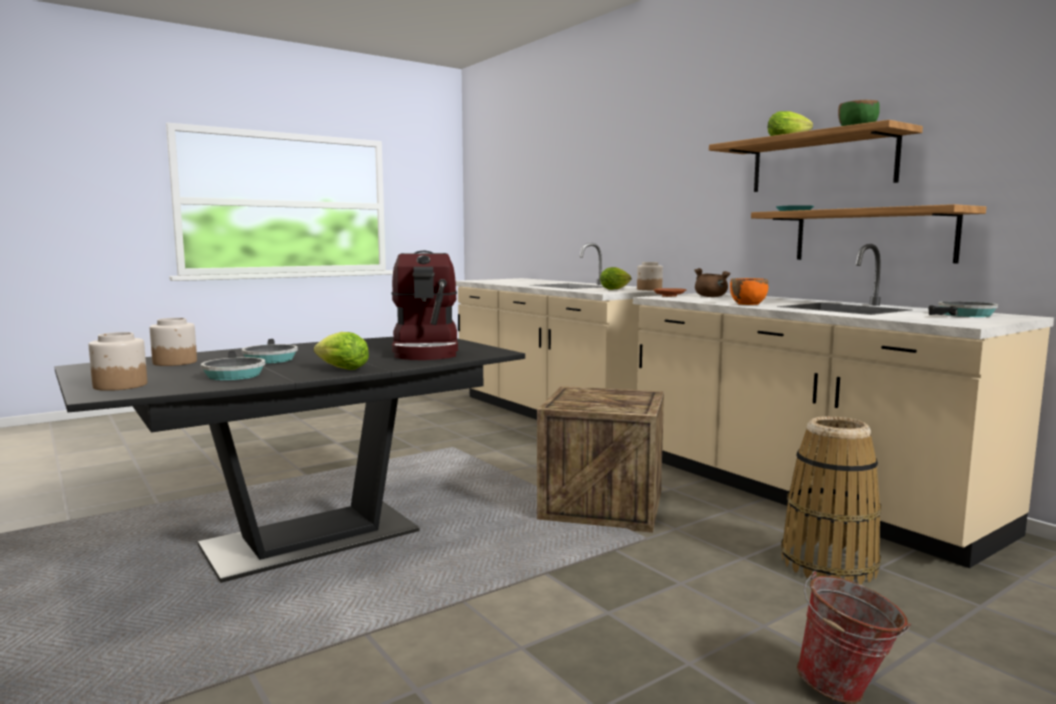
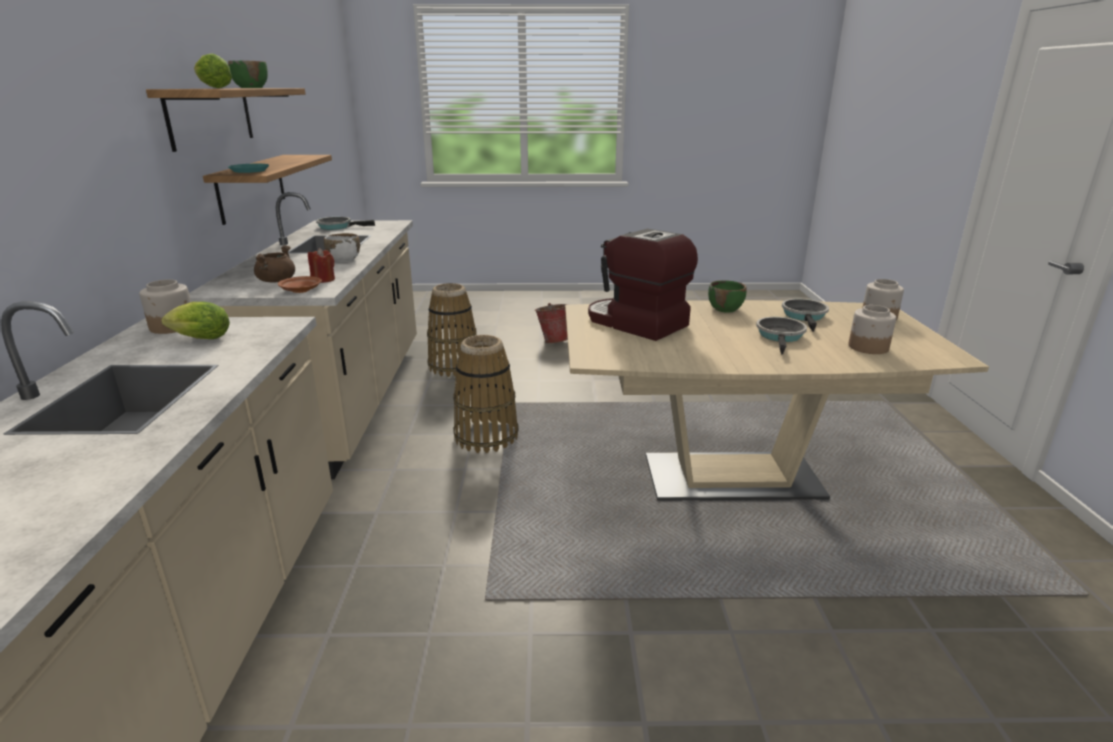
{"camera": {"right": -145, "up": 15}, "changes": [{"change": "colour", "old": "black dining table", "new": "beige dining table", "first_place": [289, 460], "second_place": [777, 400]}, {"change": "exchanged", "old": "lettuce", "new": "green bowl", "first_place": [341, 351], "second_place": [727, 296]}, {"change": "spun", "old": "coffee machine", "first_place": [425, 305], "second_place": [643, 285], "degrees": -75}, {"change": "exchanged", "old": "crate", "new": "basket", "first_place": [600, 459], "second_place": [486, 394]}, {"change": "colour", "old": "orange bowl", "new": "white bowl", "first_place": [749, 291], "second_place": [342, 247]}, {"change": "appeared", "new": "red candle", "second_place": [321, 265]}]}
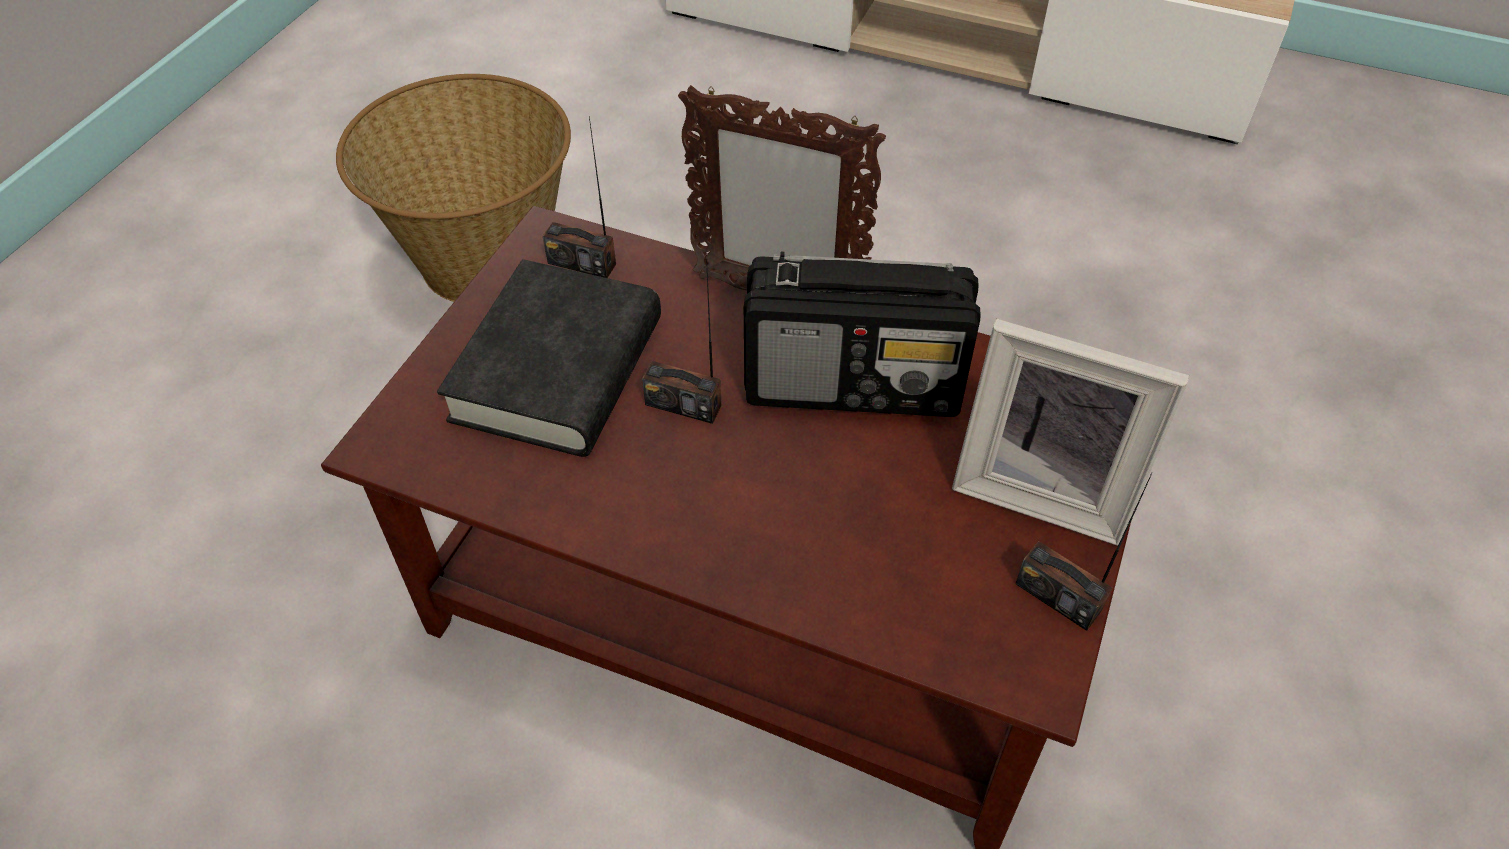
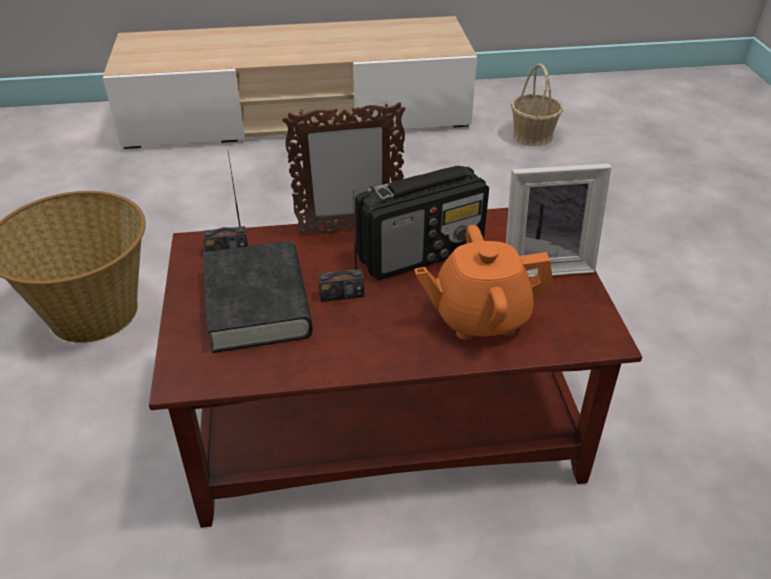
{"camera": {"right": -30, "up": -10}, "changes": [{"change": "missing", "old": "radio", "first_place": [1083, 552]}, {"change": "appeared", "new": "orange teapot", "second_place": [484, 282]}, {"change": "appeared", "new": "basket", "second_place": [537, 105]}]}
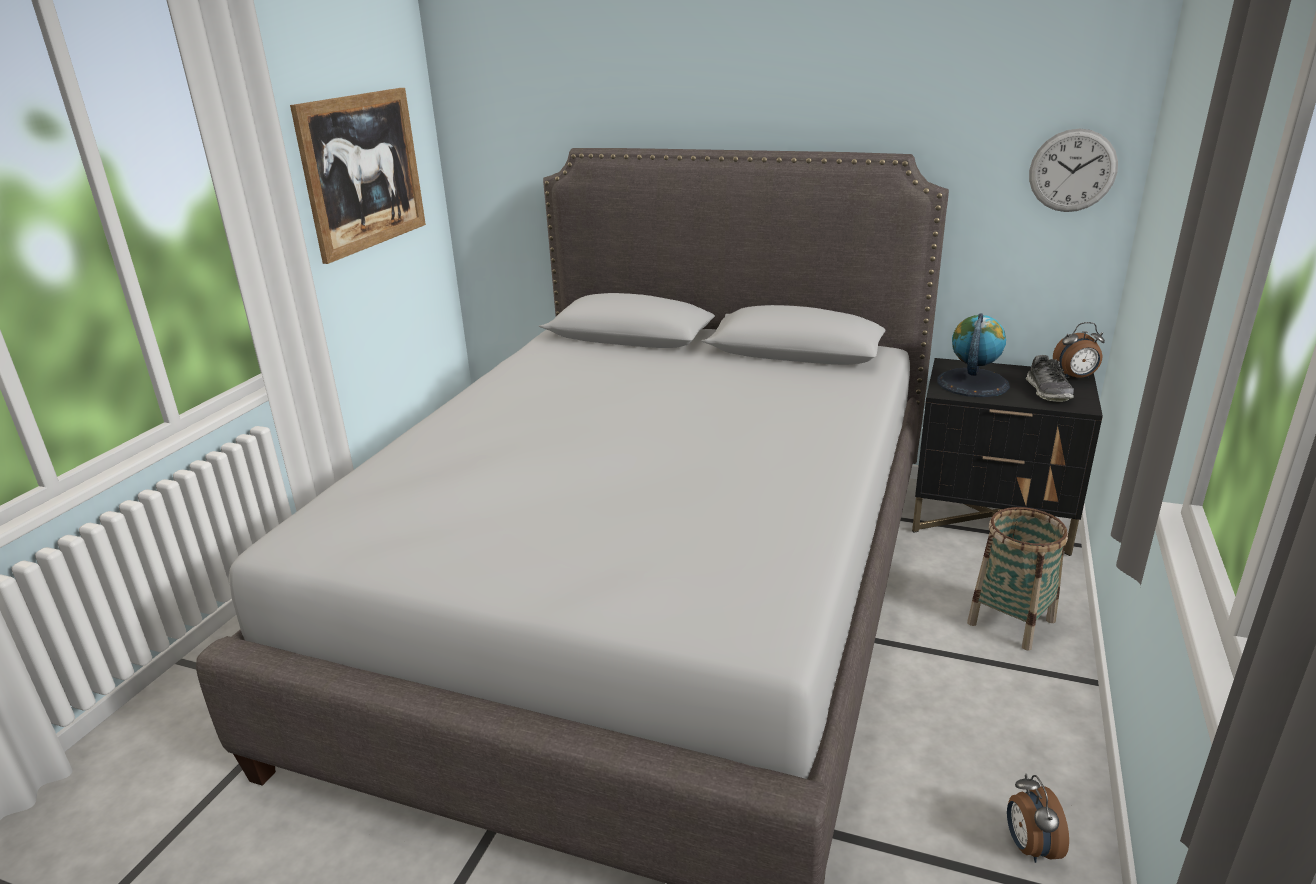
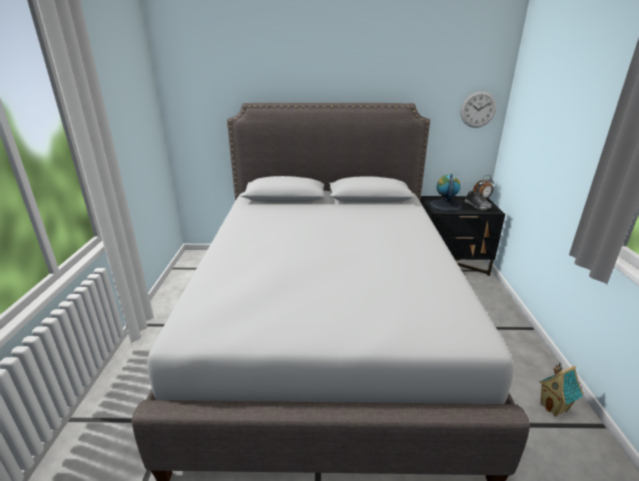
{"camera": {"right": -20, "up": 0}, "changes": [{"change": "missing", "old": "picture", "first_place": [358, 176]}, {"change": "missing", "old": "basket", "first_place": [1017, 579]}, {"change": "exchanged", "old": "alarm clock", "new": "toy house", "first_place": [1038, 818], "second_place": [561, 390]}]}
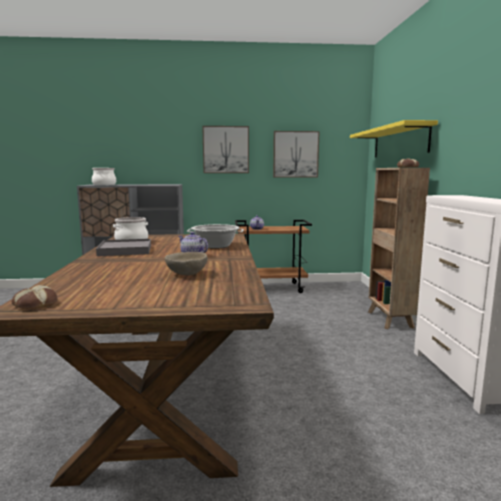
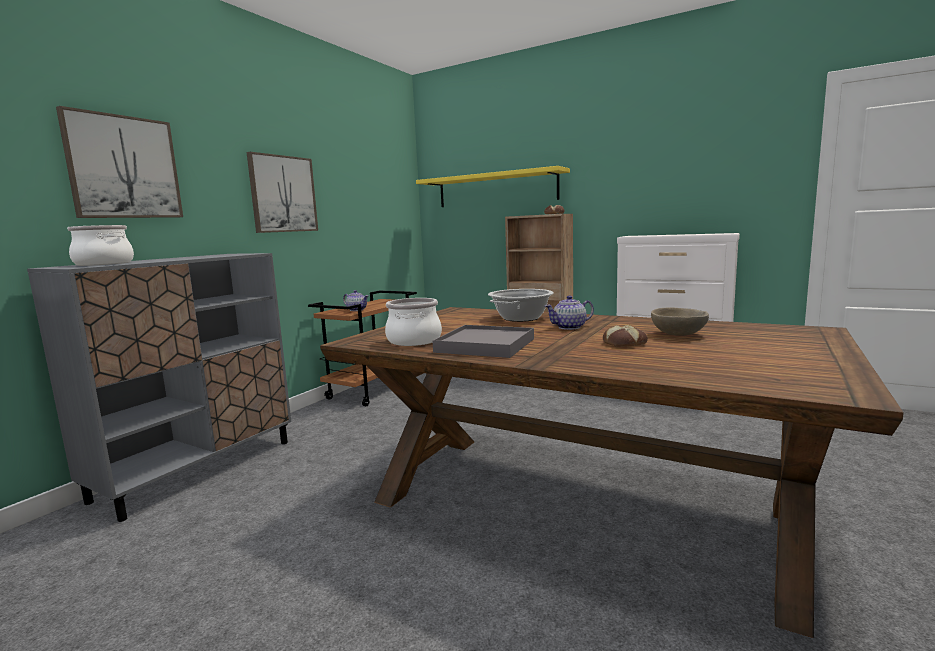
{"camera": {"right": -55, "up": 0}, "changes": [{"change": "relocated", "old": "bread", "first_place": [34, 297], "second_place": [625, 336]}, {"change": "relocated", "old": "picture", "first_place": [296, 154], "second_place": [119, 162]}]}
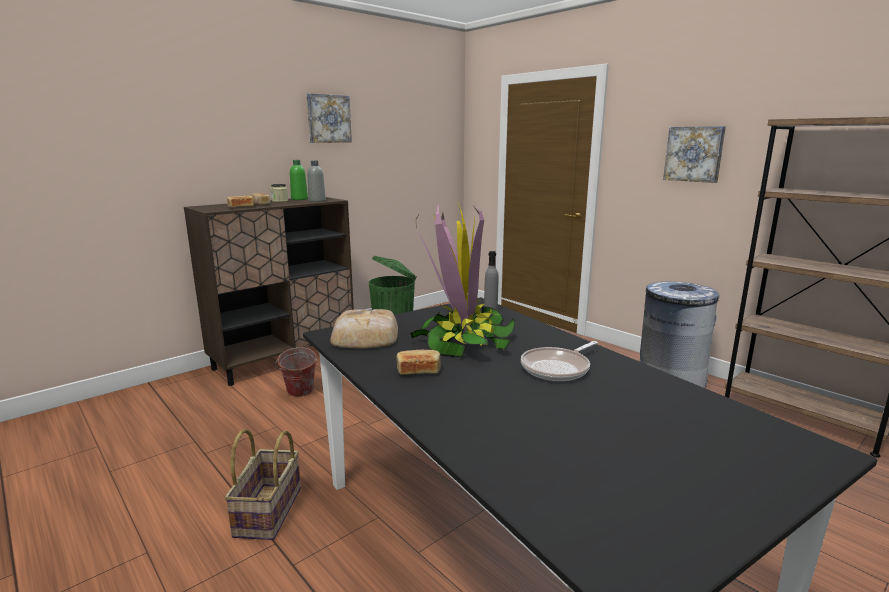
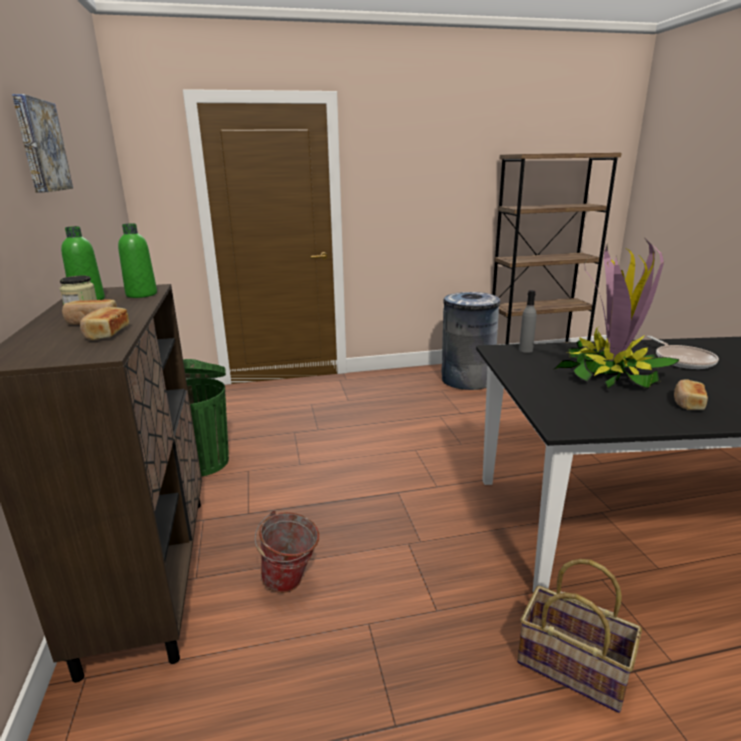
{"camera": {"right": -60, "up": 5}, "changes": [{"change": "colour", "old": "grey bottle", "new": "green bottle", "first_place": [316, 181], "second_place": [137, 260]}, {"change": "missing", "old": "bread", "first_place": [364, 329]}, {"change": "missing", "old": "picture", "first_place": [694, 154]}]}
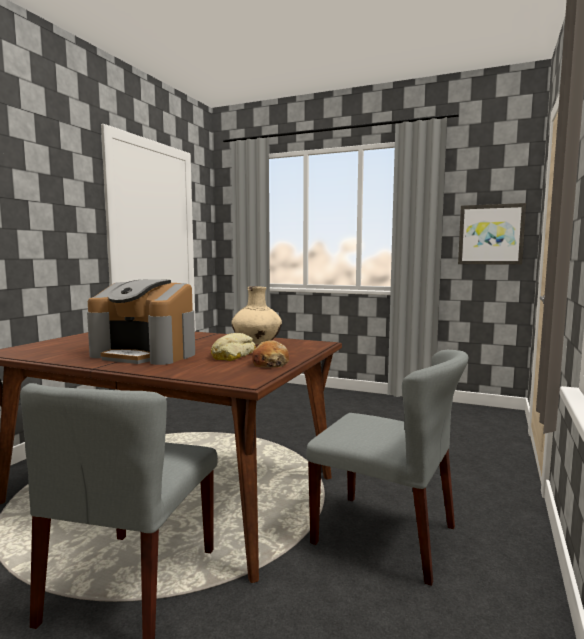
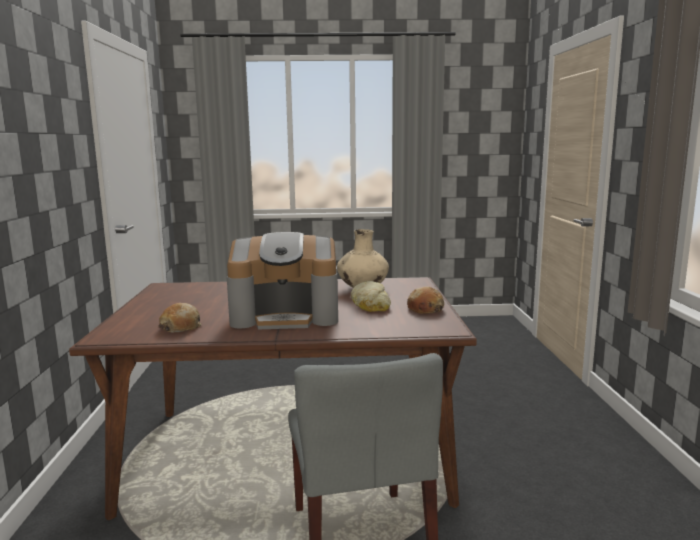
{"camera": {"right": -25, "up": 5}, "changes": [{"change": "missing", "old": "grey chair", "first_place": [387, 468]}, {"change": "missing", "old": "picture", "first_place": [492, 234]}, {"change": "appeared", "new": "bread", "second_place": [180, 317]}]}
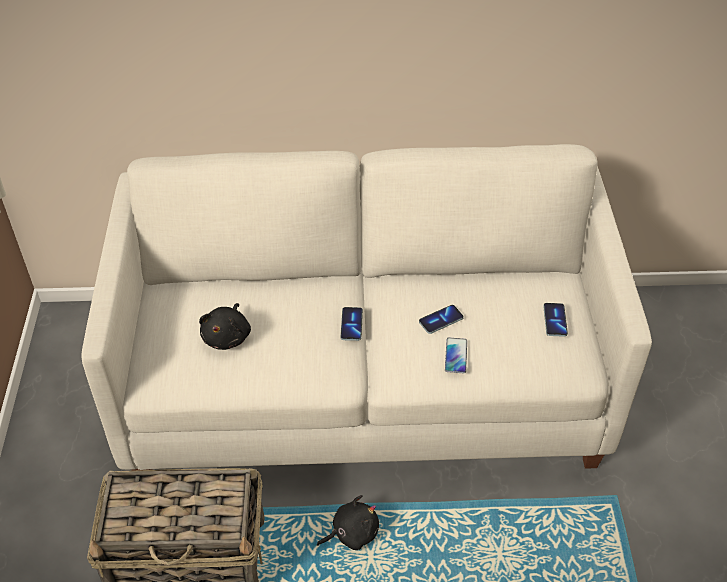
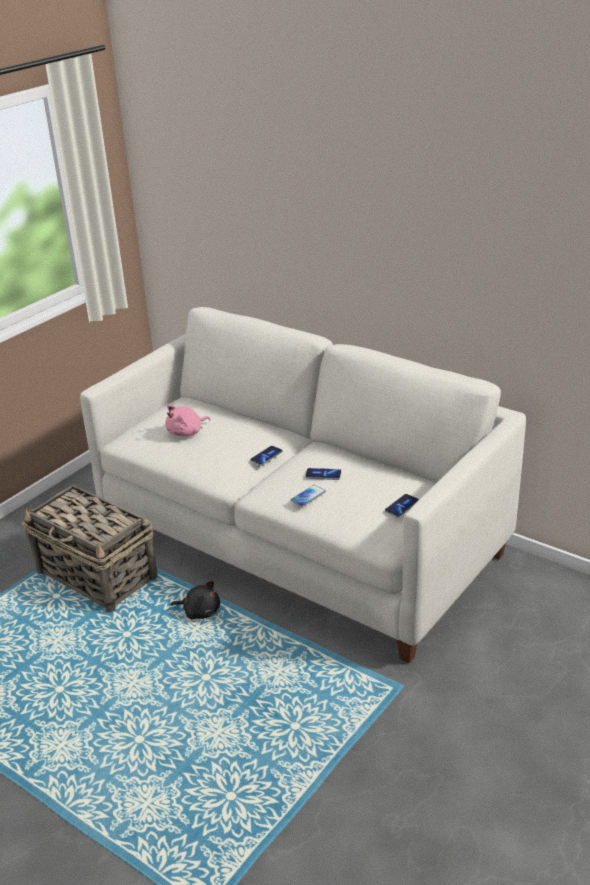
{"camera": {"right": 40, "up": -15}, "changes": [{"change": "colour", "old": "black plush toy", "new": "pink plush toy", "first_place": [225, 326], "second_place": [187, 420]}]}
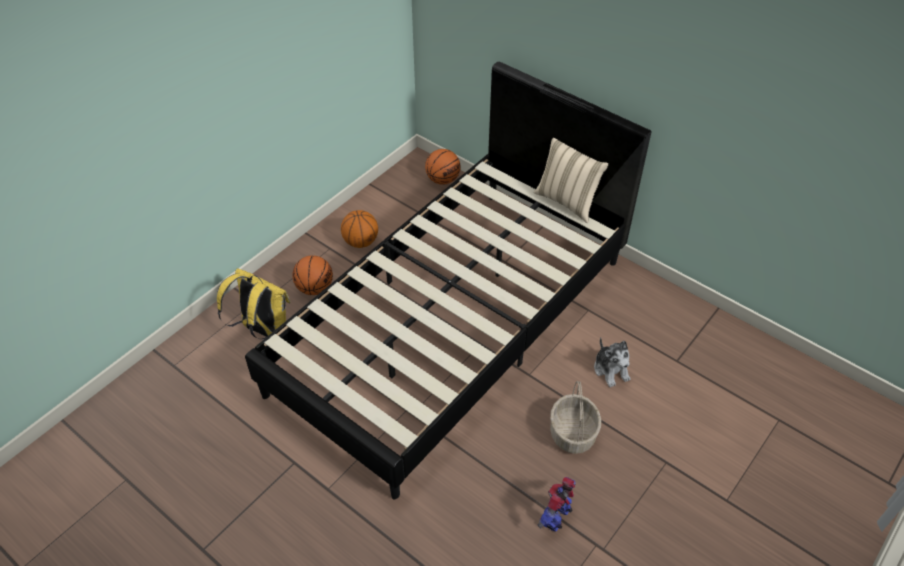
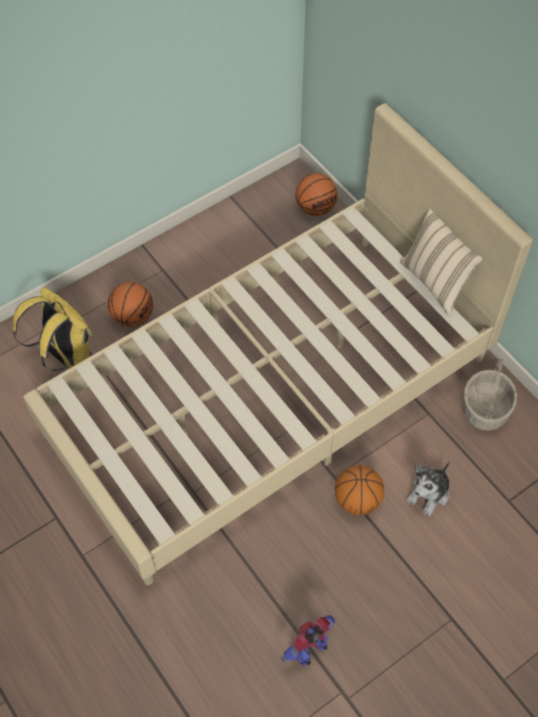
{"camera": {"right": 15, "up": 10}, "changes": [{"change": "colour", "old": "black bed", "new": "beige bed", "first_place": [448, 280], "second_place": [278, 344]}, {"change": "relocated", "old": "basketball", "first_place": [359, 229], "second_place": [359, 490]}, {"change": "relocated", "old": "basket", "first_place": [575, 417], "second_place": [489, 394]}, {"change": "spun", "old": "plush toy", "first_place": [612, 362], "second_place": [428, 488], "degrees": 45}]}
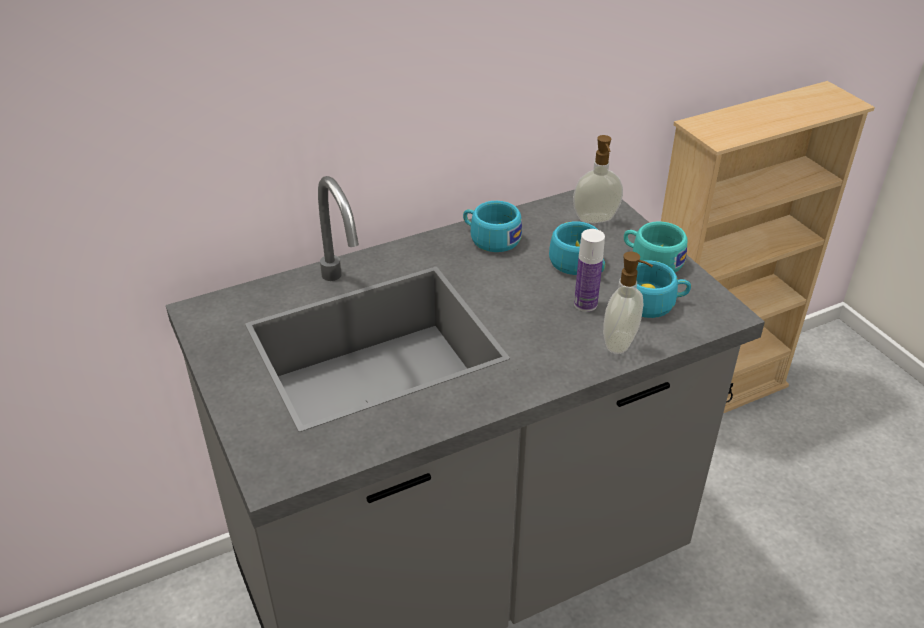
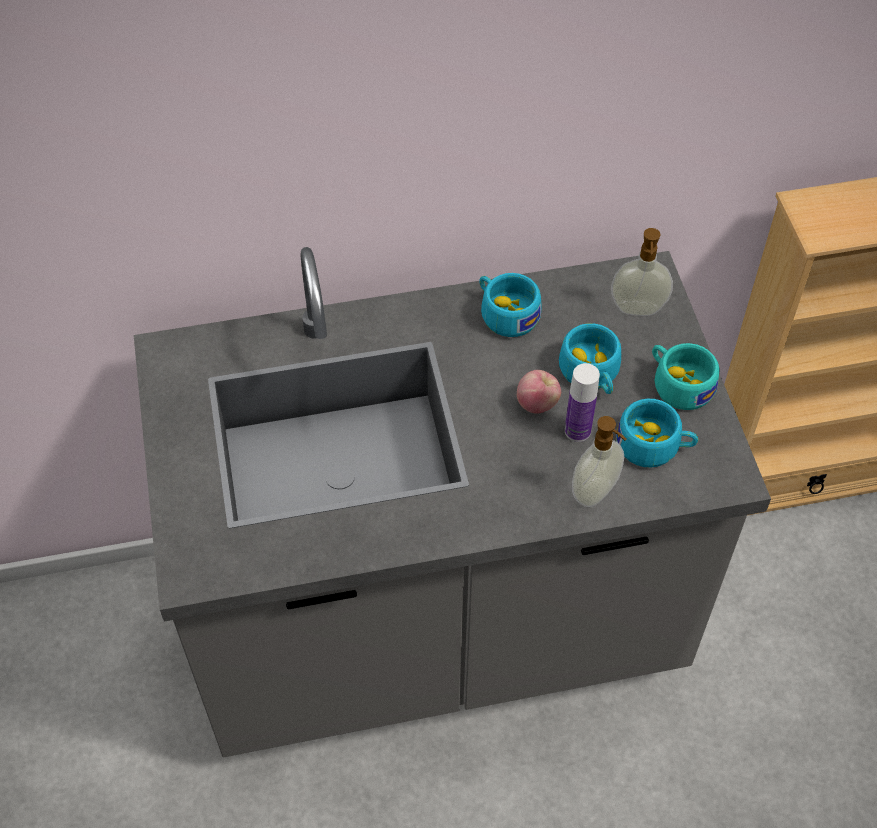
{"camera": {"right": 15, "up": 15}, "changes": [{"change": "appeared", "new": "apple", "second_place": [539, 392]}]}
